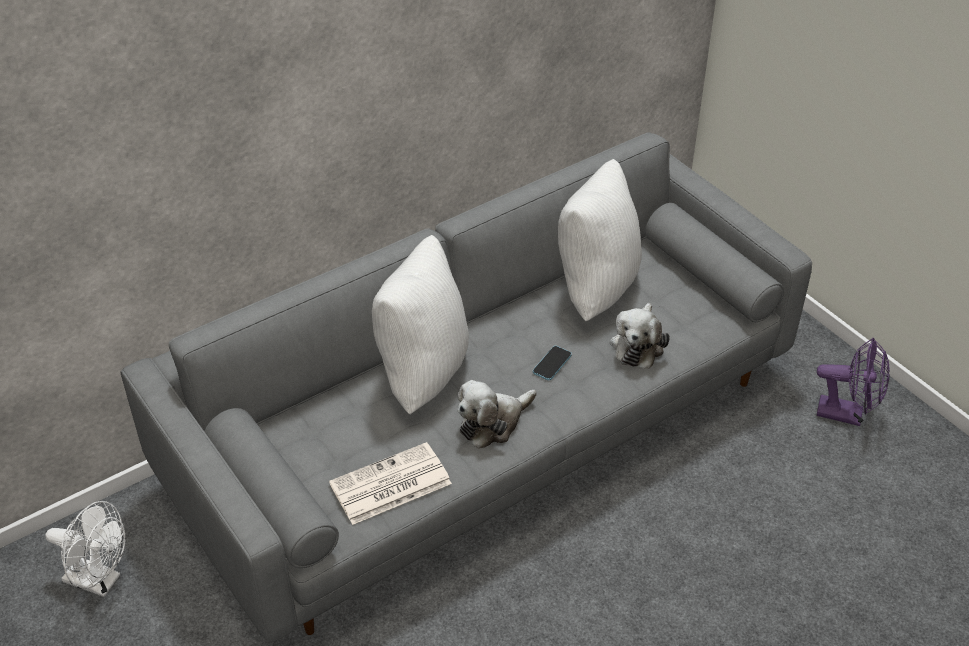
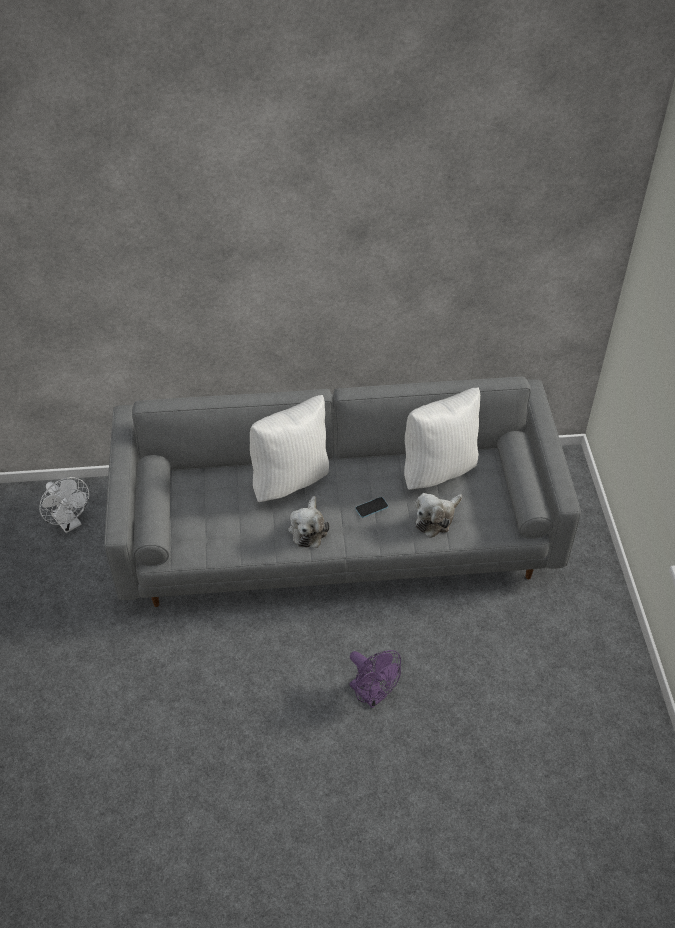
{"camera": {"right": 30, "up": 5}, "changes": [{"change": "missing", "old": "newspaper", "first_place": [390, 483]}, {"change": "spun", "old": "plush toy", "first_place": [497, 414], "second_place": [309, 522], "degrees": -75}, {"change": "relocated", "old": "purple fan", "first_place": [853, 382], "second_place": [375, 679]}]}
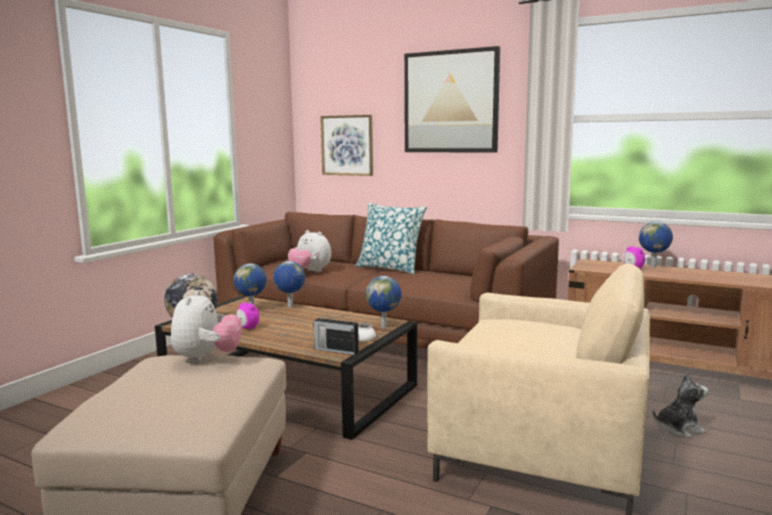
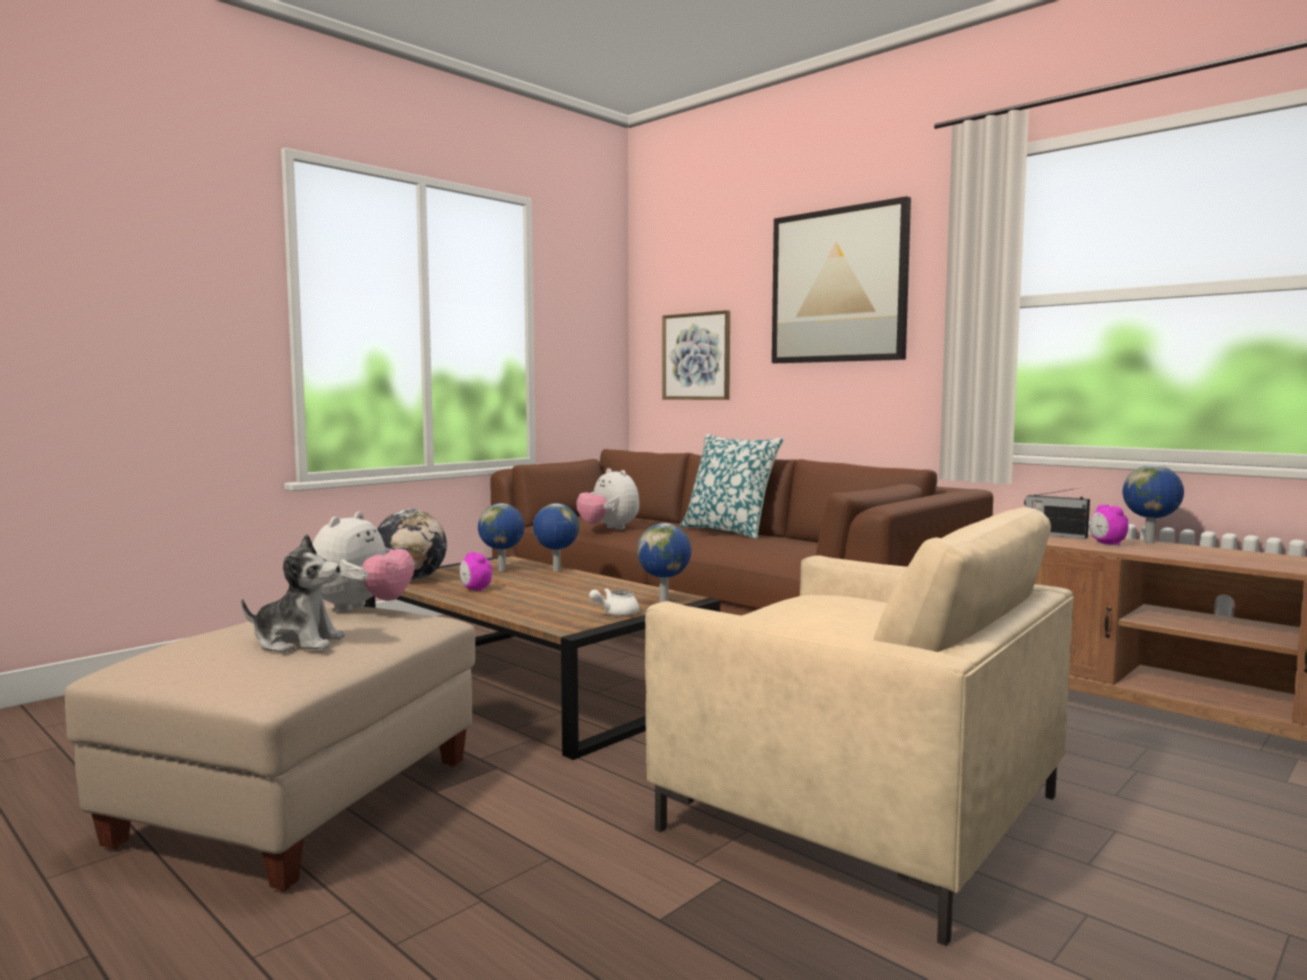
{"camera": {"right": 15, "up": -5}, "changes": [{"change": "relocated", "old": "radio", "first_place": [336, 335], "second_place": [1057, 513]}, {"change": "relocated", "old": "plush toy", "first_place": [681, 405], "second_place": [293, 593]}]}
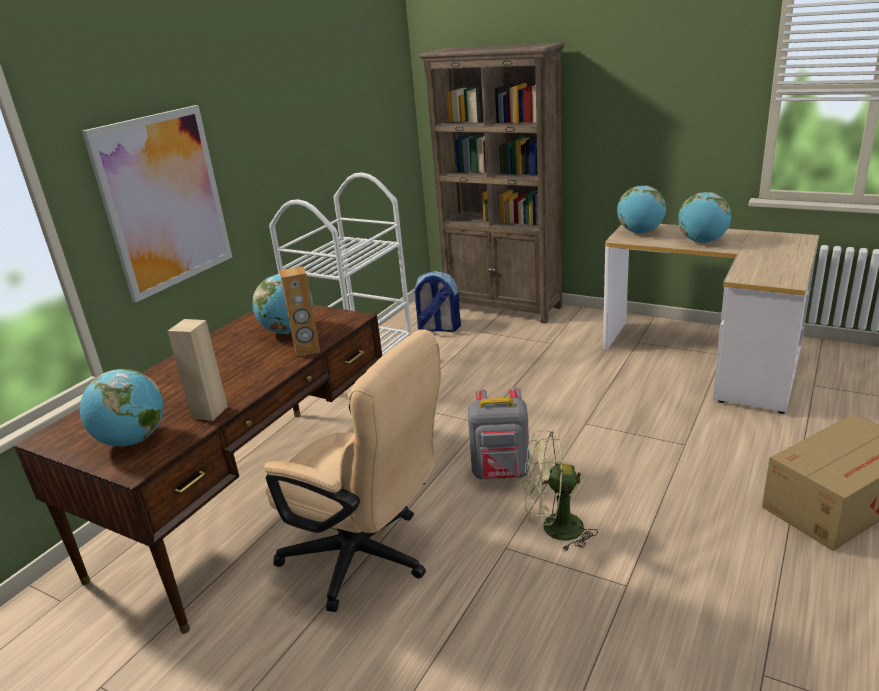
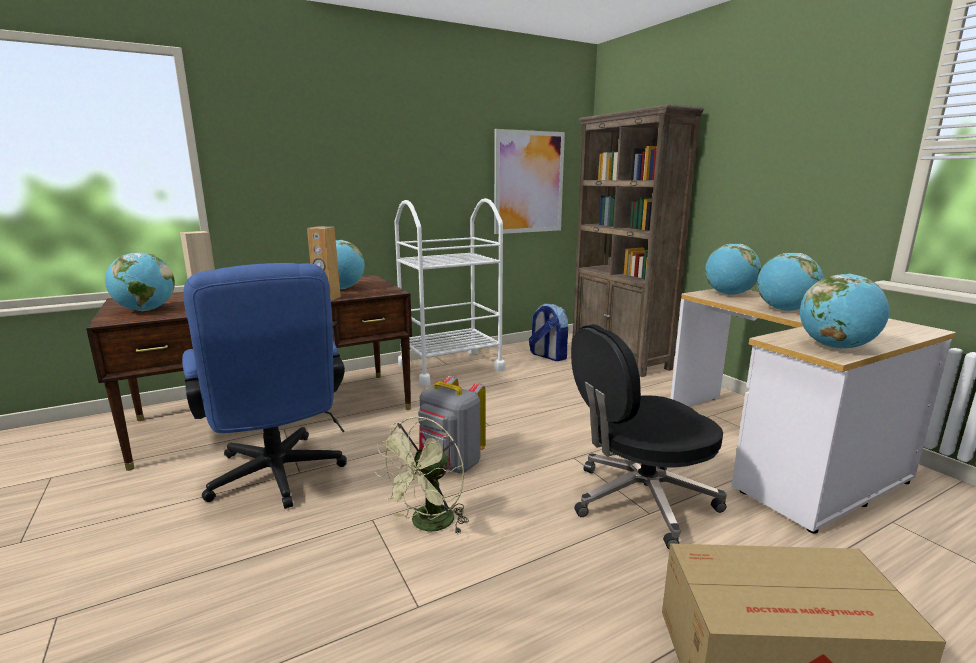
{"camera": {"right": 30, "up": -10}, "changes": [{"change": "relocated", "old": "picture", "first_place": [157, 203], "second_place": [529, 181]}, {"change": "colour", "old": "beige office chair", "new": "blue office chair", "first_place": [352, 470], "second_place": [264, 386]}, {"change": "spun", "old": "green fan", "first_place": [561, 490], "second_place": [422, 475], "degrees": -90}, {"change": "appeared", "new": "black office chair", "second_place": [649, 436]}, {"change": "appeared", "new": "globe", "second_place": [844, 311]}]}
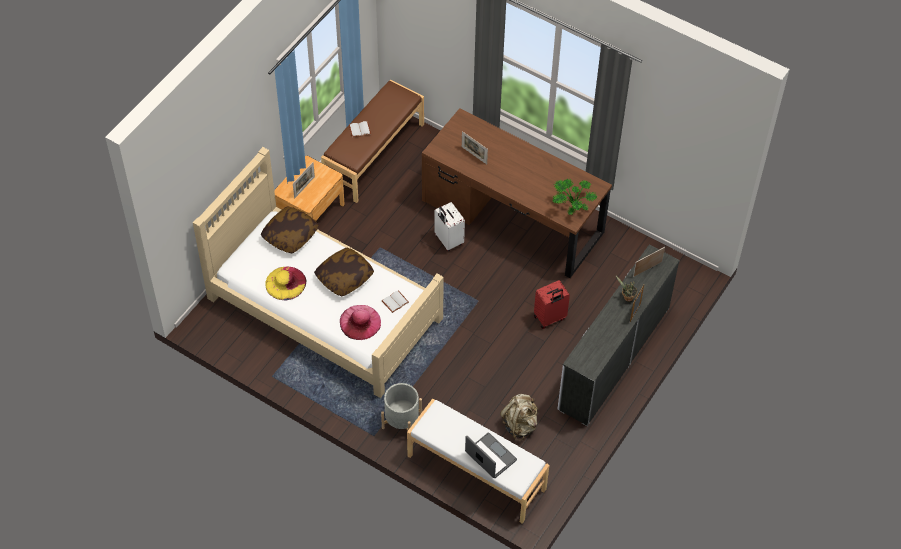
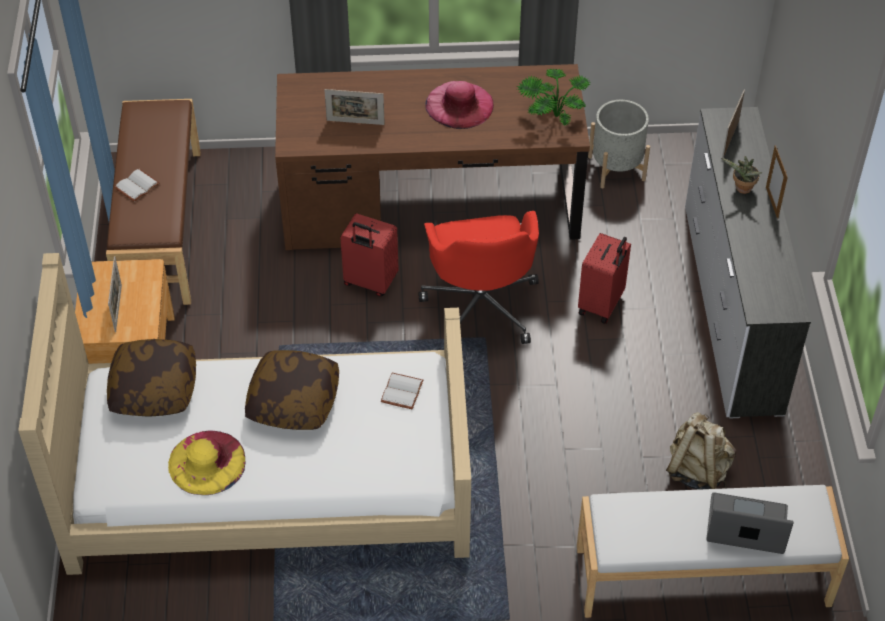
{"camera": {"right": -35, "up": -5}, "changes": [{"change": "relocated", "old": "pink hat", "first_place": [360, 322], "second_place": [459, 105]}, {"change": "relocated", "old": "grey planter", "first_place": [401, 407], "second_place": [619, 144]}, {"change": "colour", "old": "white suitcase", "new": "red suitcase", "first_place": [450, 226], "second_place": [369, 255]}, {"change": "appeared", "new": "red office chair", "second_place": [478, 277]}]}
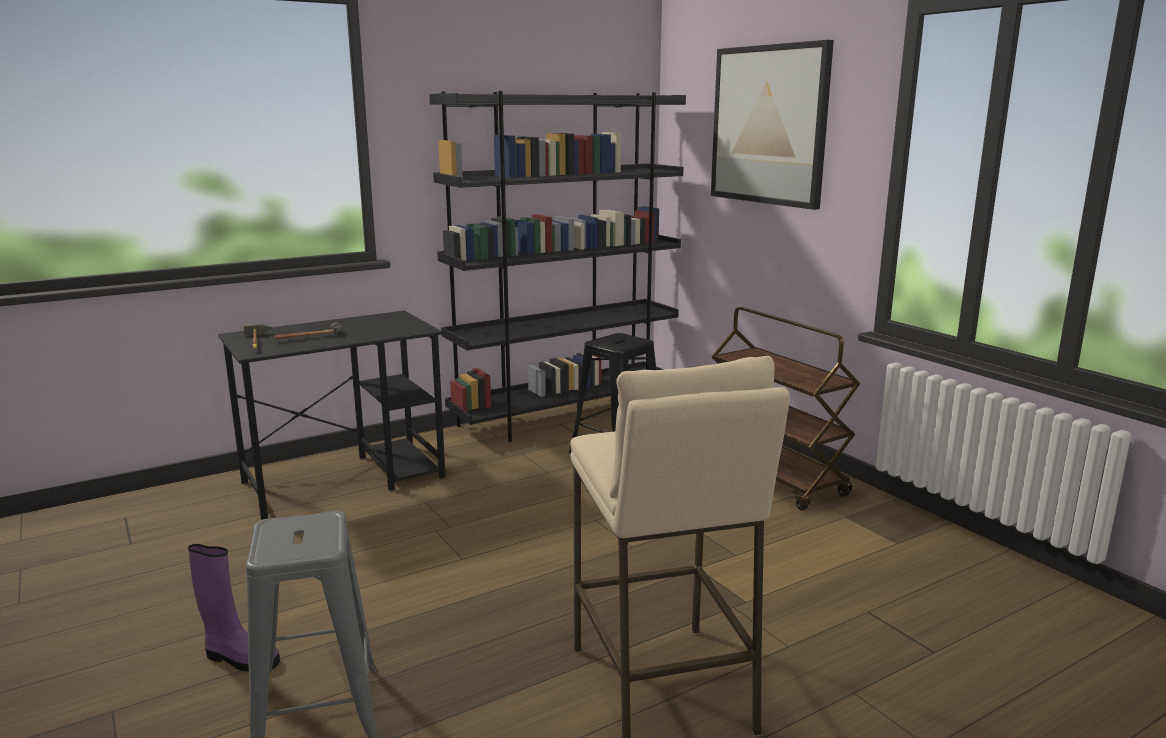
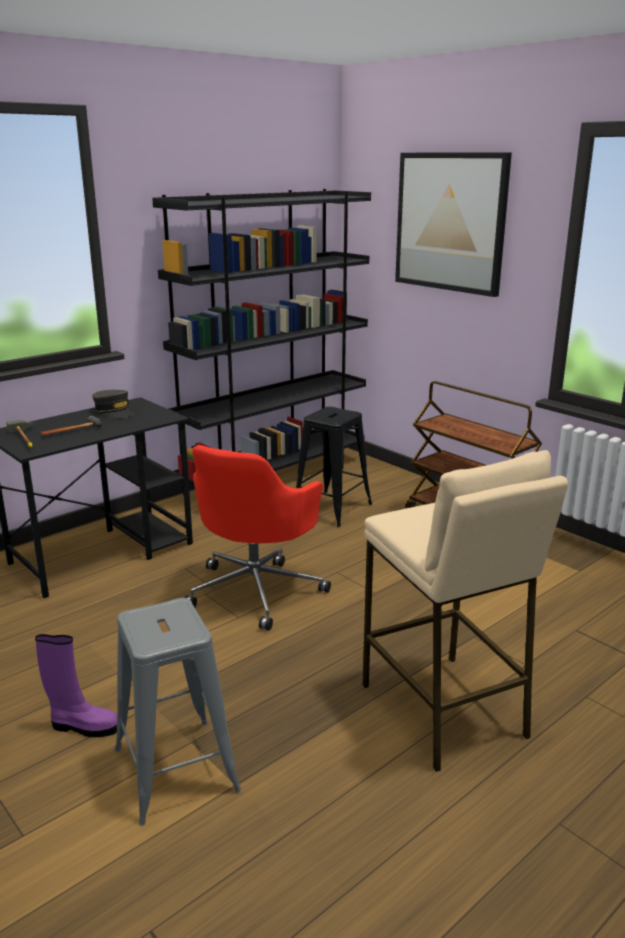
{"camera": {"right": -10, "up": 5}, "changes": [{"change": "appeared", "new": "grey cap", "second_place": [113, 404]}, {"change": "appeared", "new": "red office chair", "second_place": [257, 538]}]}
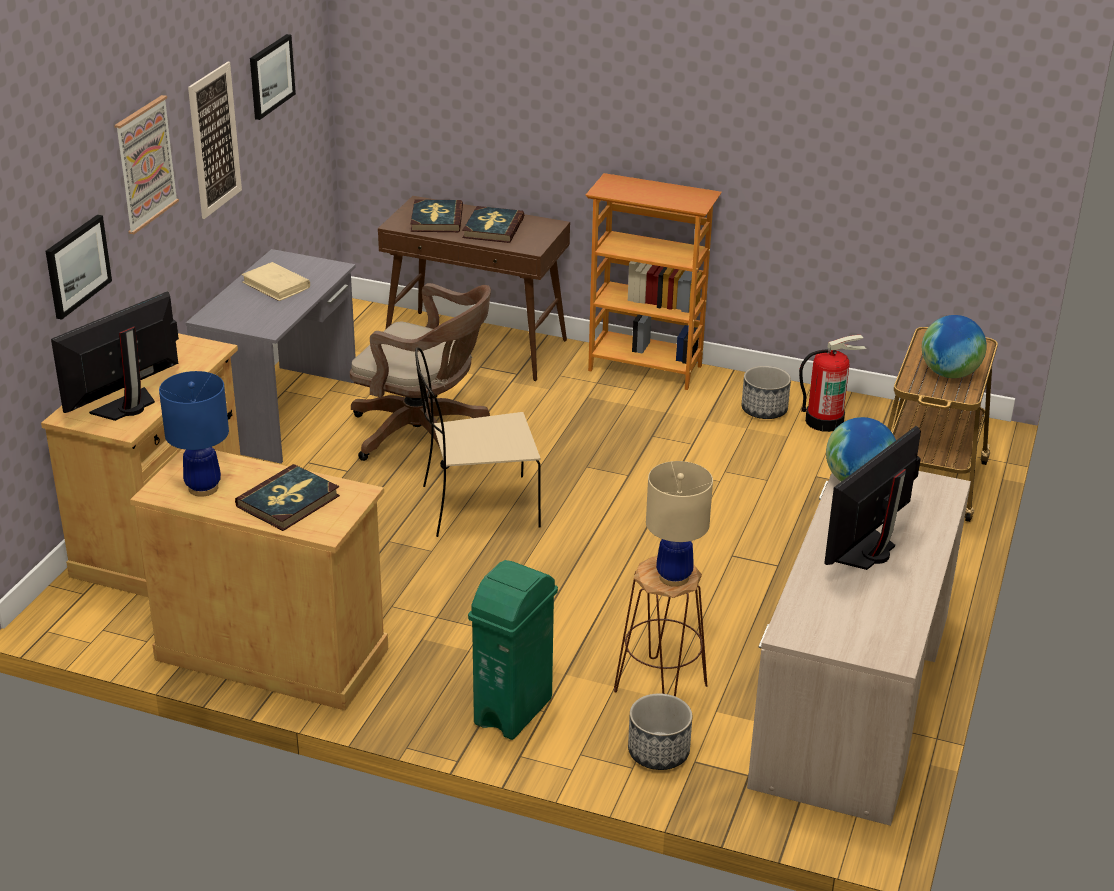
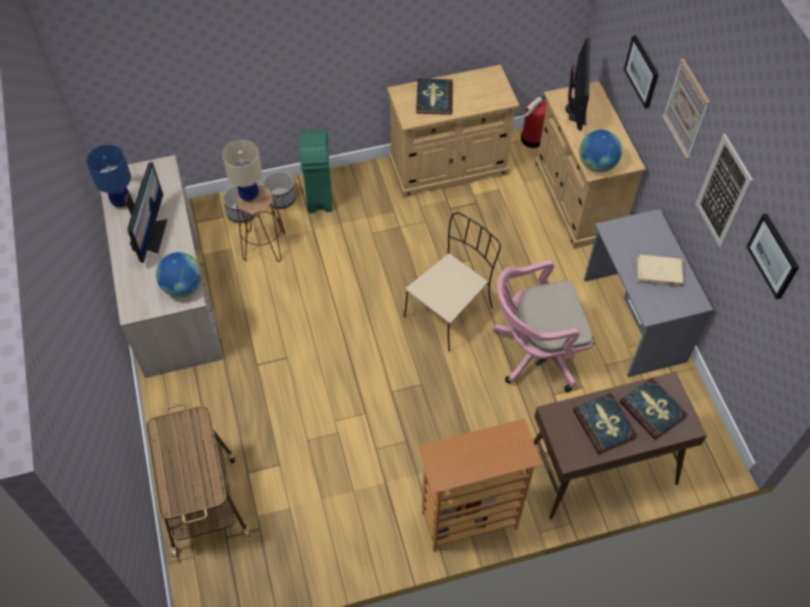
{"camera": {"right": 145, "up": 25}, "changes": [{"change": "relocated", "old": "blue table lamp", "first_place": [194, 434], "second_place": [108, 177]}, {"change": "colour", "old": "brown office chair", "new": "pink office chair", "first_place": [420, 376], "second_place": [543, 326]}, {"change": "relocated", "old": "planter", "first_place": [766, 392], "second_place": [279, 190]}, {"change": "relocated", "old": "fire extinguisher", "first_place": [832, 383], "second_place": [534, 122]}, {"change": "relocated", "old": "globe", "first_place": [954, 346], "second_place": [600, 151]}]}
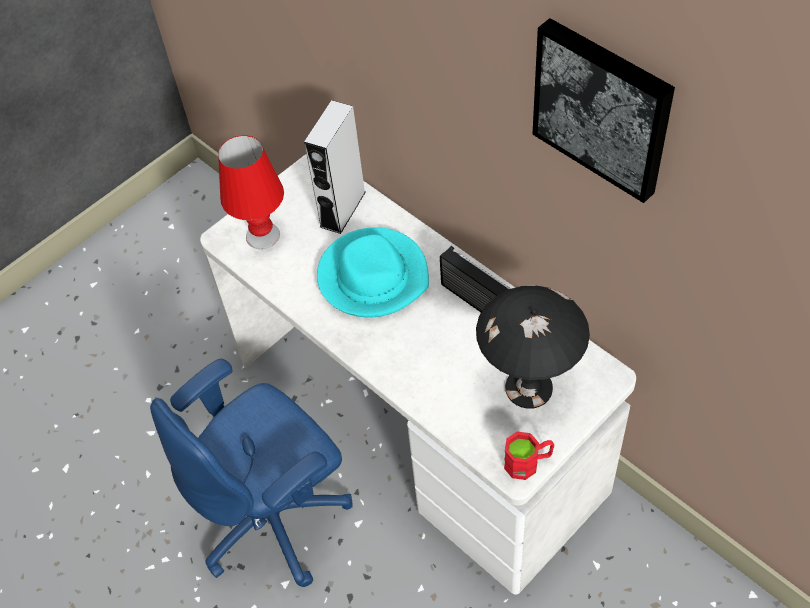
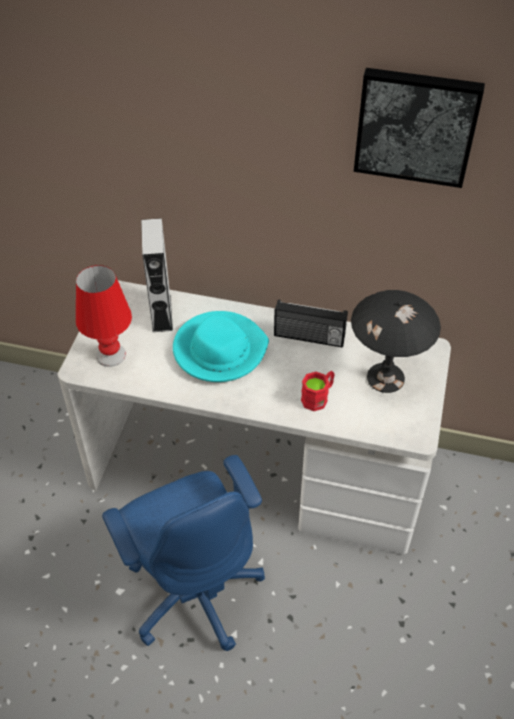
{"camera": {"right": -35, "up": -5}, "changes": [{"change": "spun", "old": "blue office chair", "first_place": [251, 472], "second_place": [183, 553], "degrees": -45}, {"change": "relocated", "old": "red mug", "first_place": [529, 456], "second_place": [318, 391]}]}
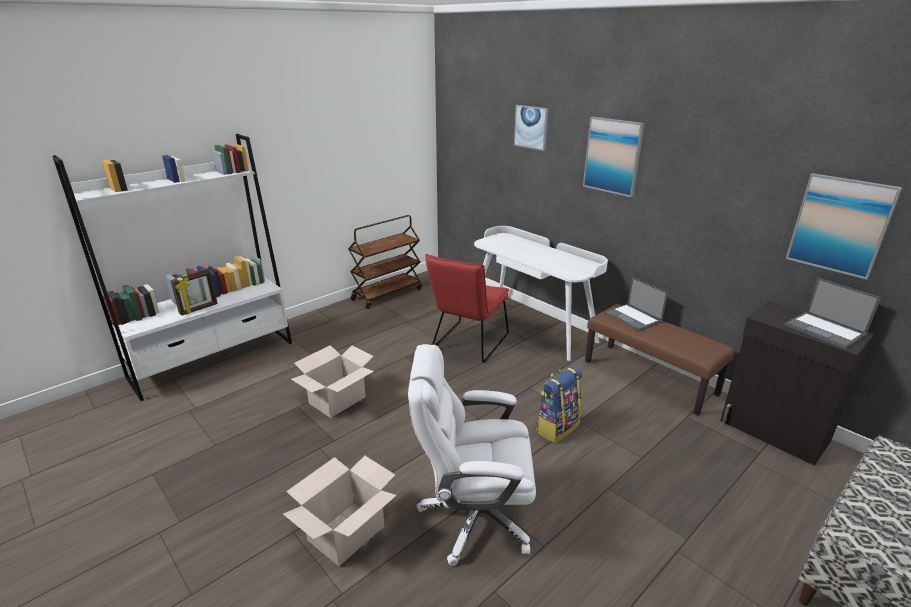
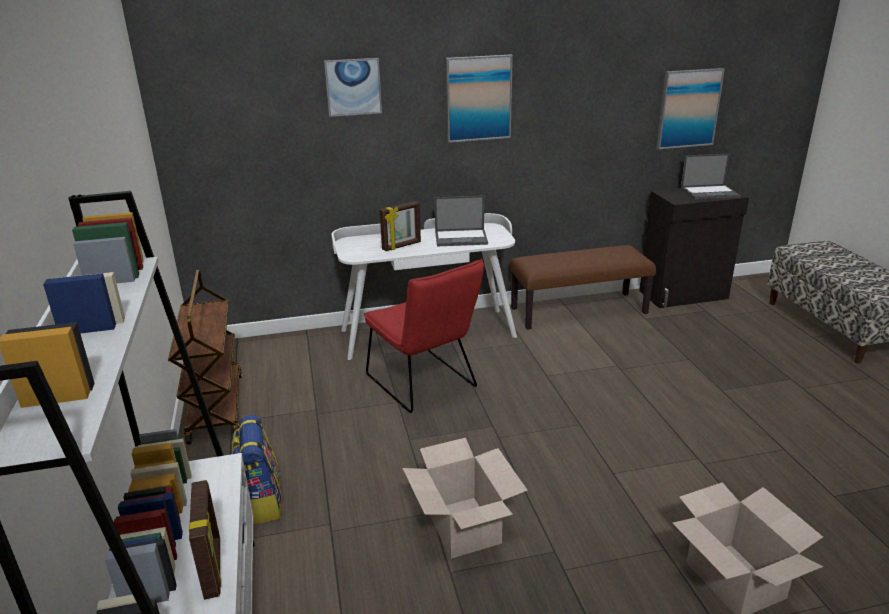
{"camera": {"right": -60, "up": 0}, "changes": [{"change": "missing", "old": "white office chair", "first_place": [472, 455]}, {"change": "relocated", "old": "backpack", "first_place": [558, 404], "second_place": [257, 469]}, {"change": "relocated", "old": "laptop", "first_place": [636, 304], "second_place": [461, 221]}, {"change": "appeared", "new": "picture frame", "second_place": [400, 226]}]}
